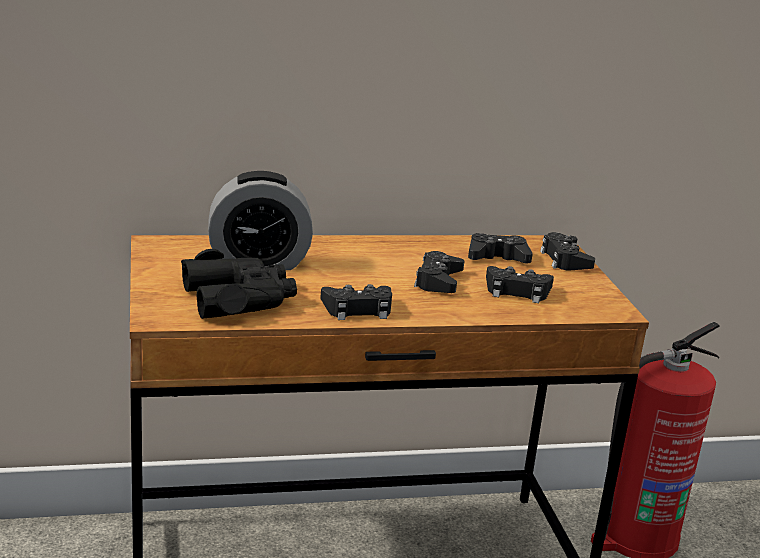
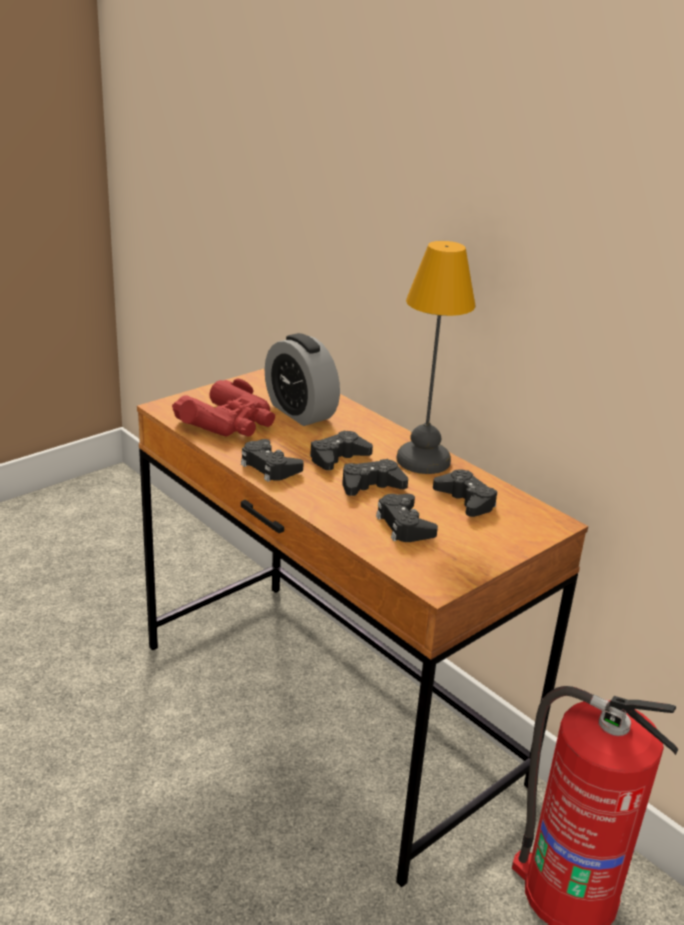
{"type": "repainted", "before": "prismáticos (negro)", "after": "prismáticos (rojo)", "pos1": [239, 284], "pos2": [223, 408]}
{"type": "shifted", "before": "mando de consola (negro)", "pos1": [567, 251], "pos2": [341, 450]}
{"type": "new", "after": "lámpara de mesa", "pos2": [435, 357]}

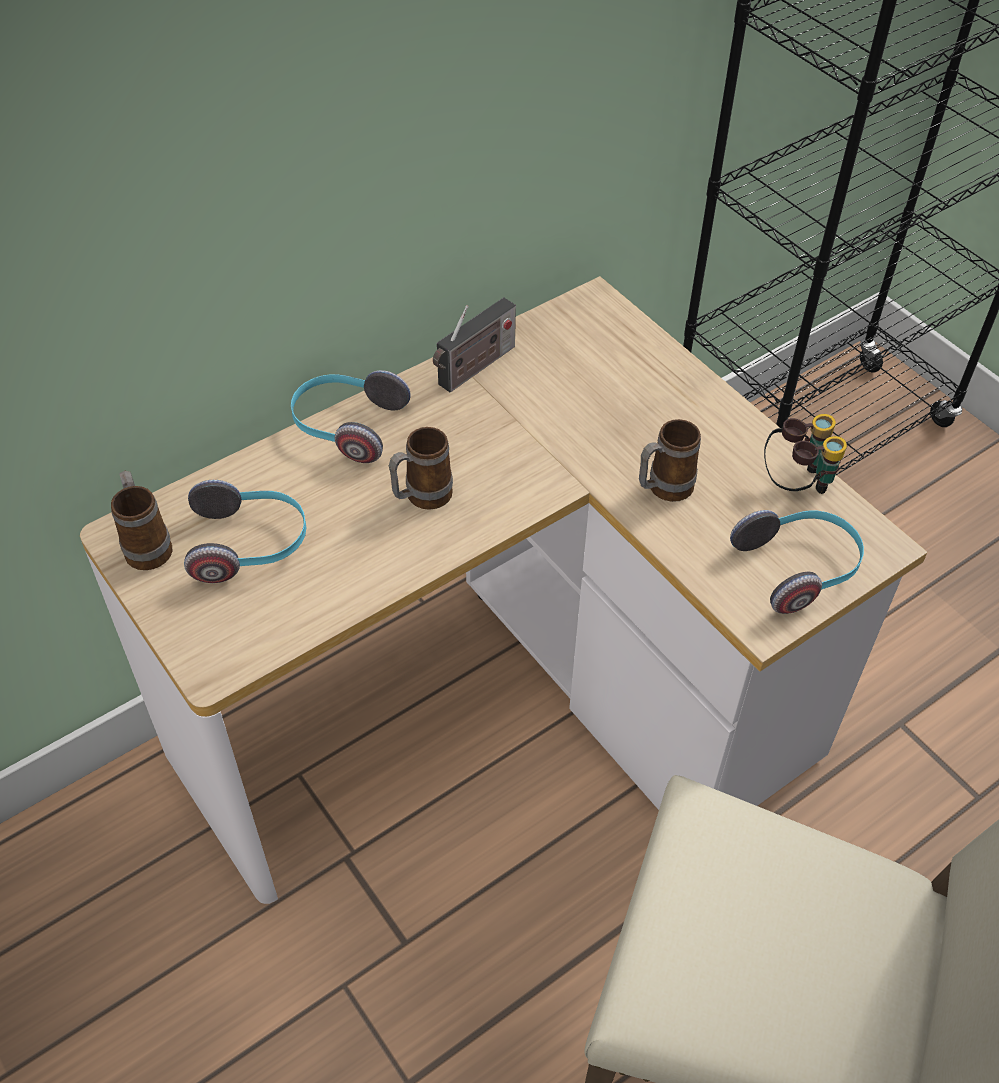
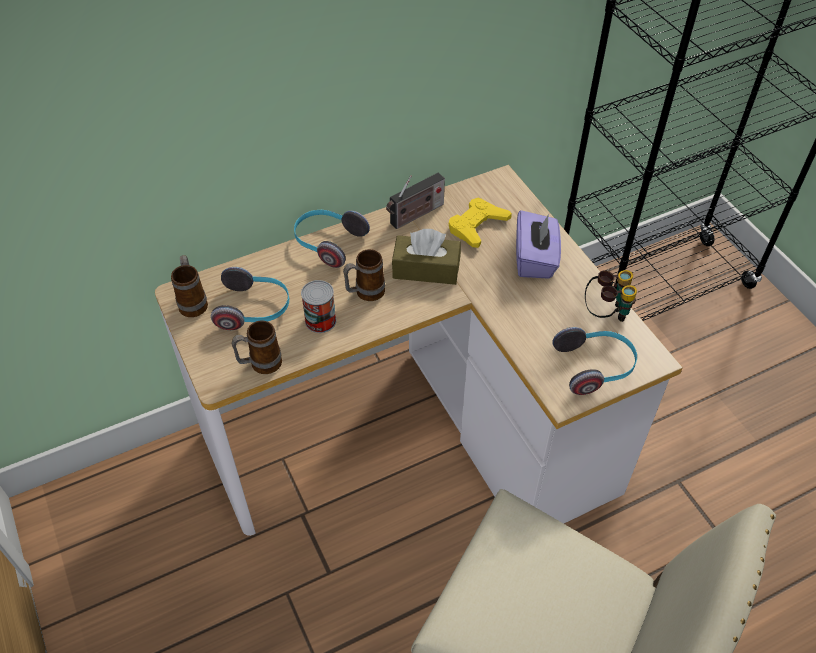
{"type": "shifted", "before": "taza grande", "pos1": [670, 460], "pos2": [257, 347]}
{"type": "new", "after": "lata", "pos2": [318, 306]}
{"type": "new", "after": "caja de pañuelos (marrón)", "pos2": [426, 257]}
{"type": "new", "after": "mando de consola (amarillo)", "pos2": [480, 222]}
{"type": "new", "after": "caja de pañuelos (morado)", "pos2": [538, 244]}

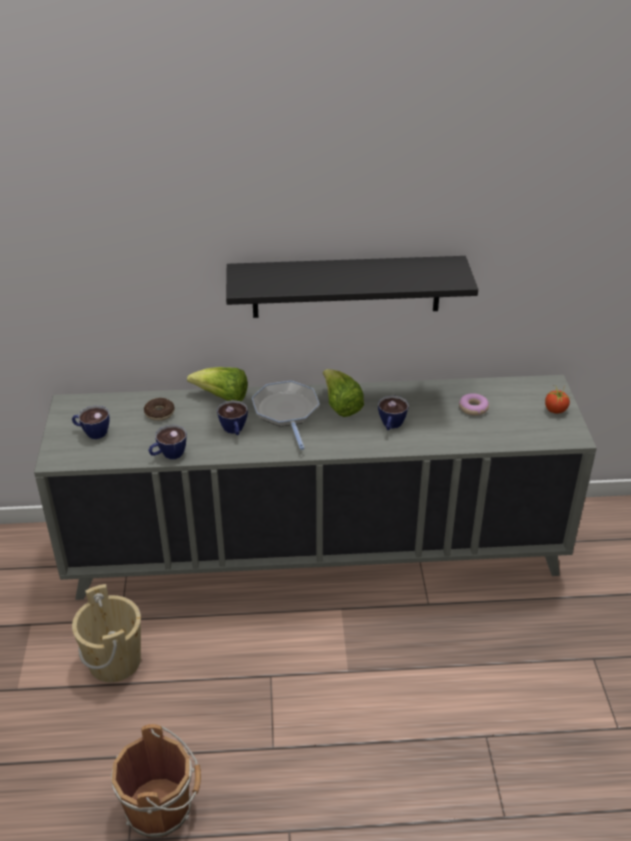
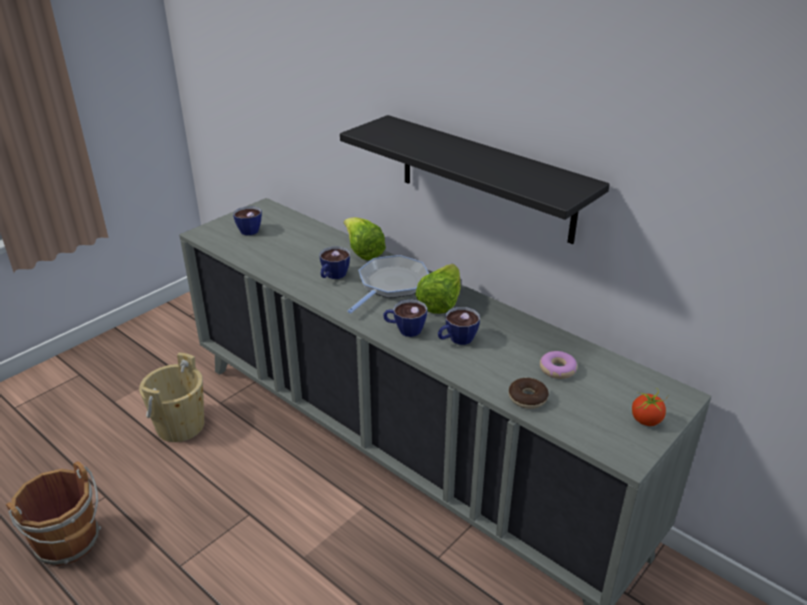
{"type": "shifted", "before": "taza", "pos1": [167, 442], "pos2": [405, 318]}
{"type": "shifted", "before": "rosquilla", "pos1": [159, 409], "pos2": [529, 393]}

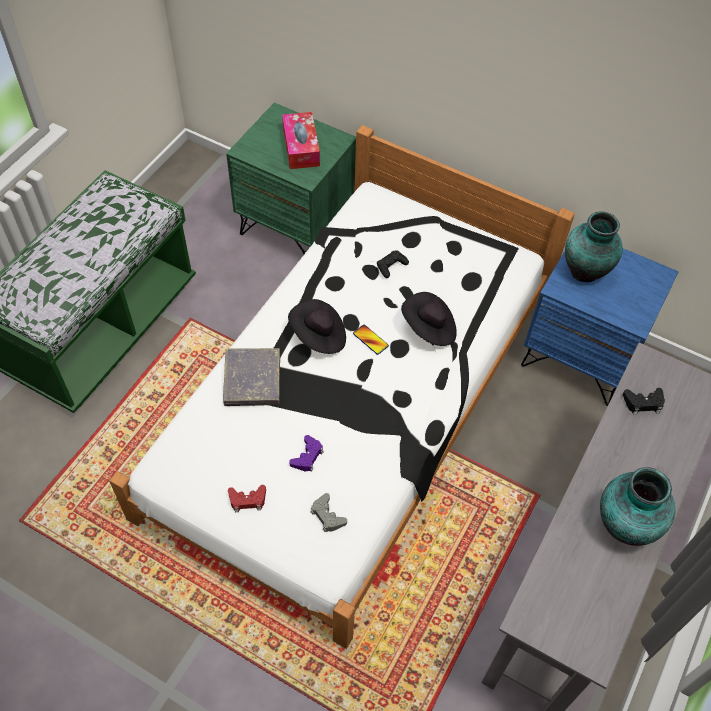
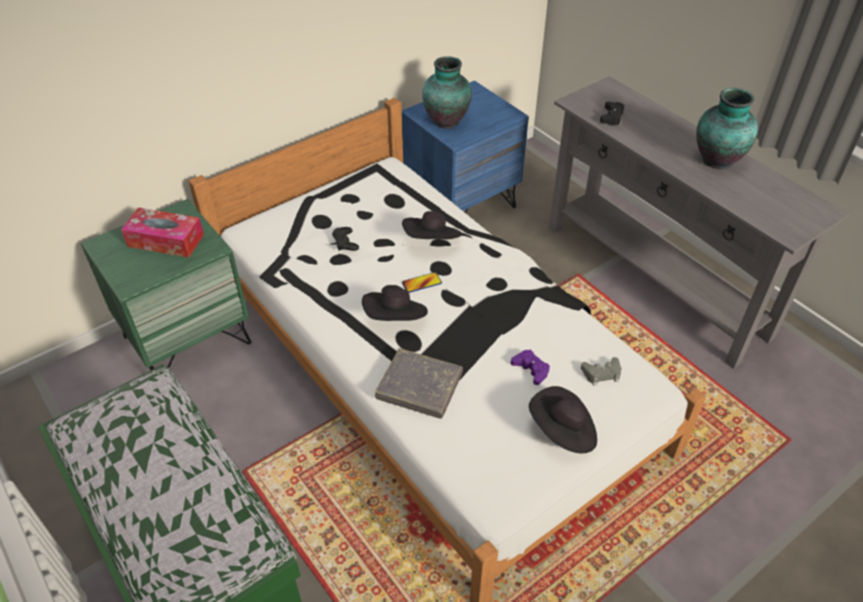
{"type": "swapped", "before": "mando de consola (rojo)", "after": "sombrero (negro)", "pos1": [247, 498], "pos2": [563, 419]}

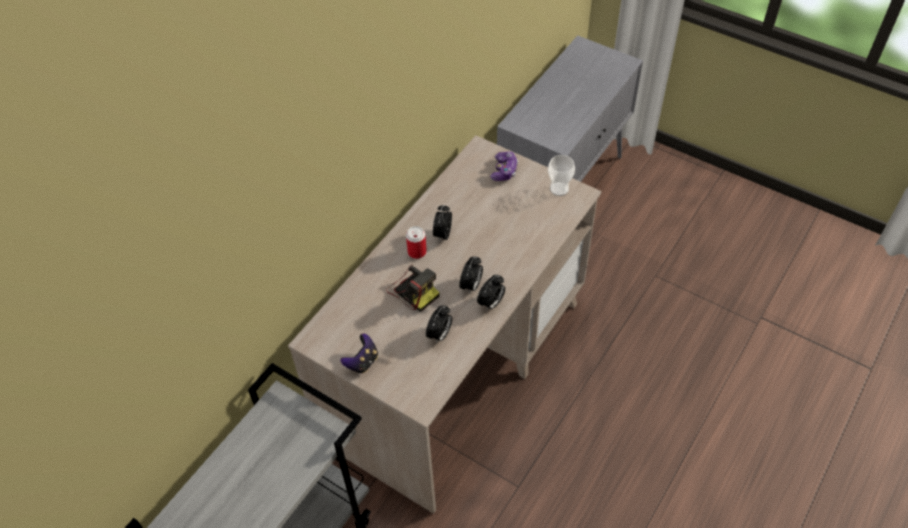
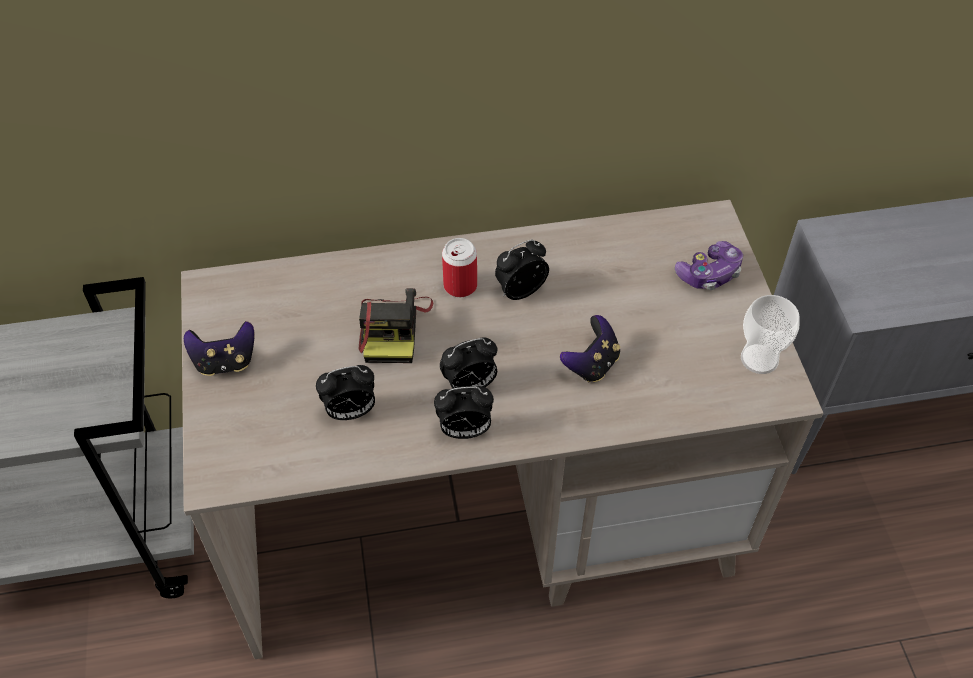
{"type": "new", "after": "mando de consola", "pos2": [590, 348]}

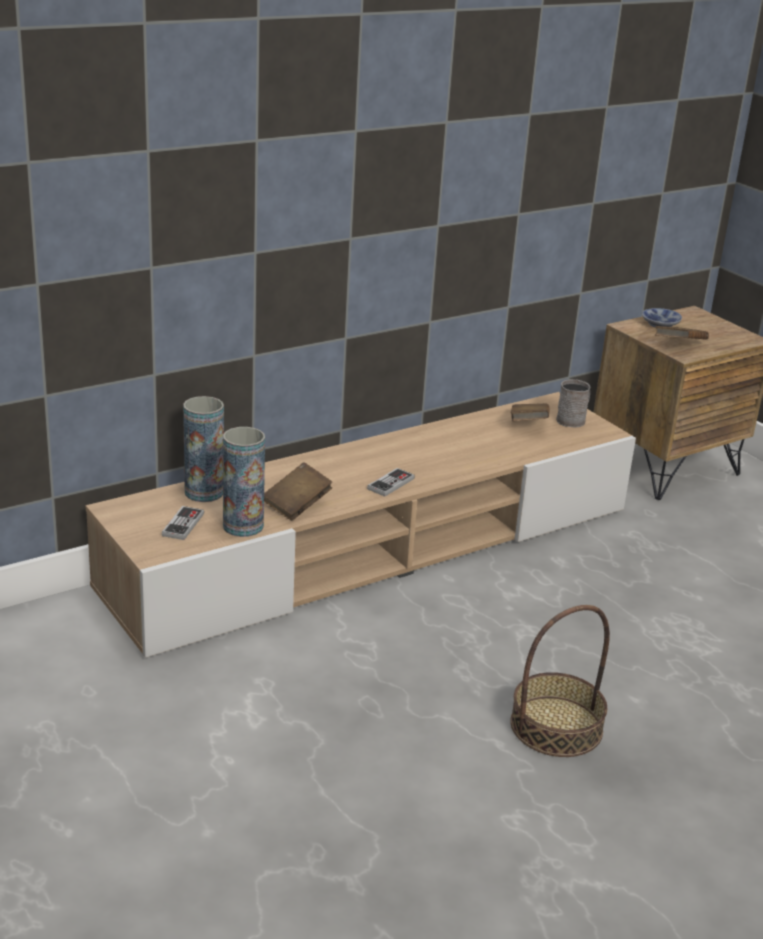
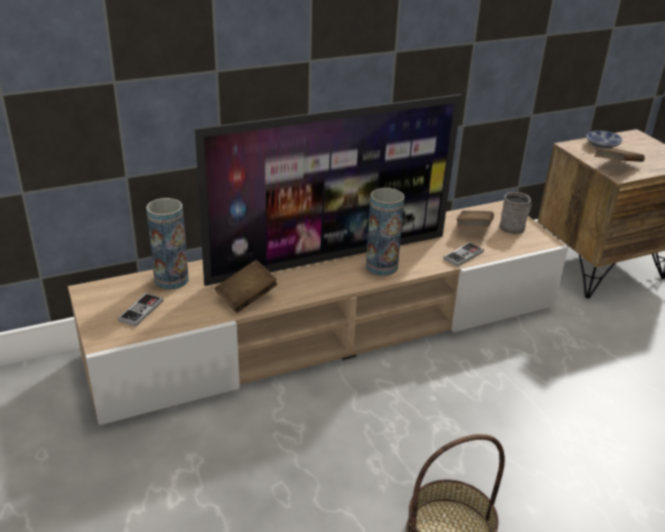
{"type": "new", "after": "televisor", "pos2": [328, 190]}
{"type": "shifted", "before": "florero", "pos1": [244, 482], "pos2": [385, 232]}
{"type": "shifted", "before": "mando de consola", "pos1": [391, 482], "pos2": [463, 254]}

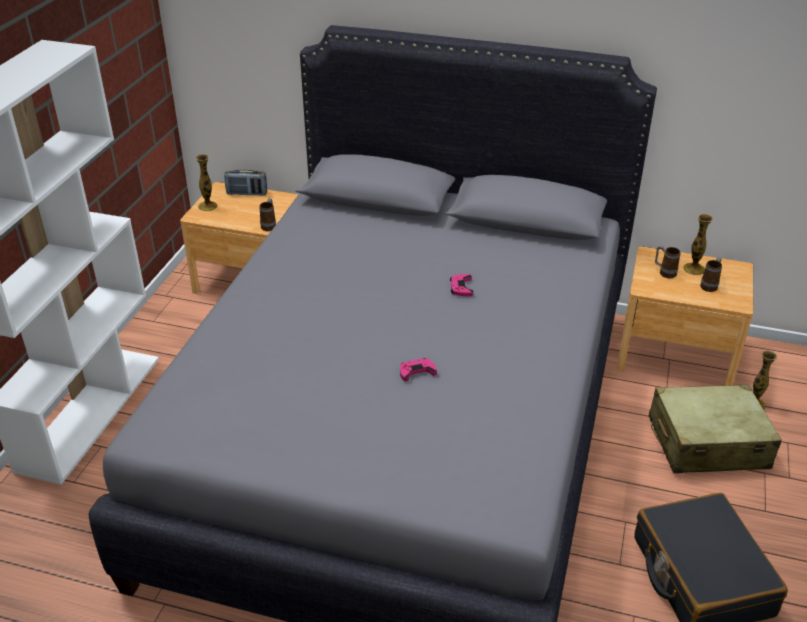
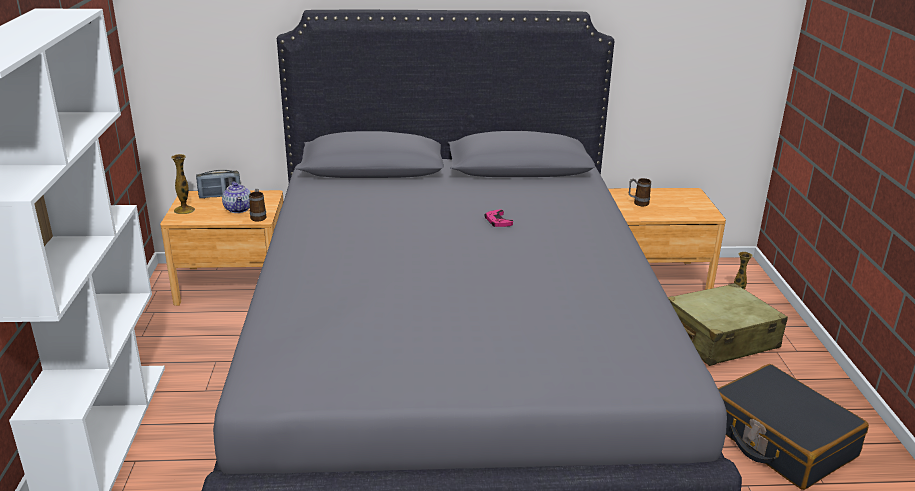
{"type": "new", "after": "tetera", "pos2": [236, 197]}
{"type": "gone", "before": "mando de consola (rosa)", "pos1": [418, 370]}
{"type": "gone", "before": "florero", "pos1": [698, 244]}
{"type": "gone", "before": "taza grande", "pos1": [711, 274]}

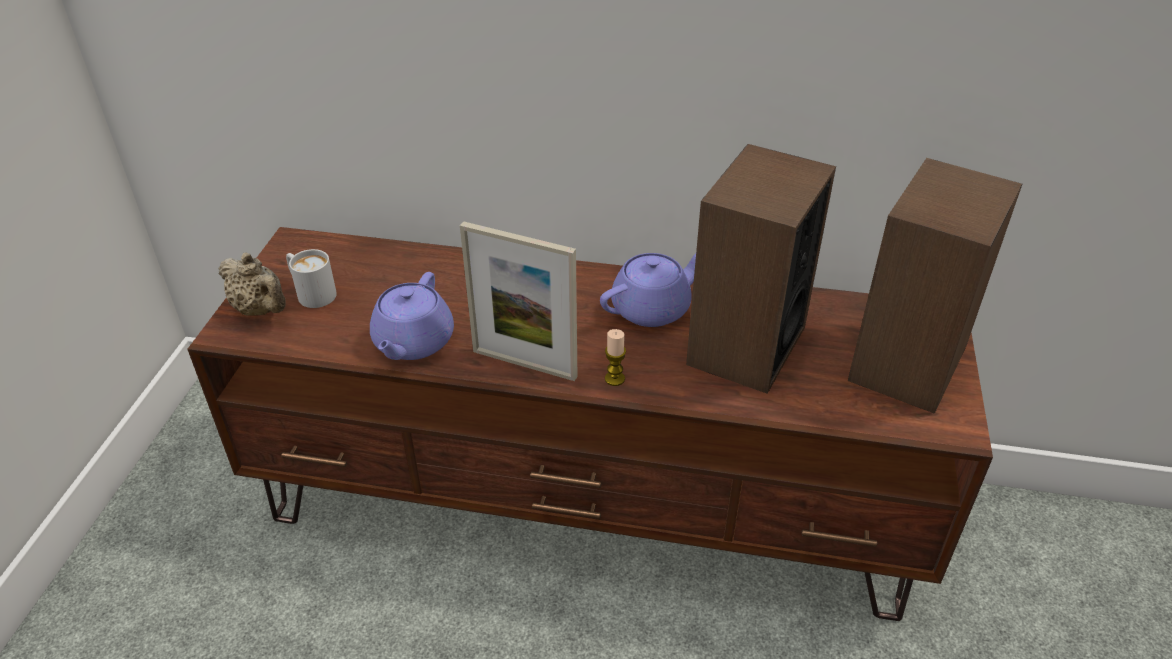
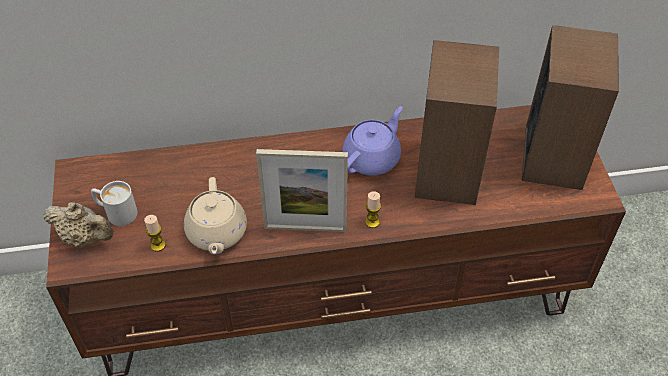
{"type": "new", "after": "vela", "pos2": [155, 233]}
{"type": "repainted", "before": "tetera (morado)", "after": "tetera (beis)", "pos1": [412, 316], "pos2": [215, 216]}

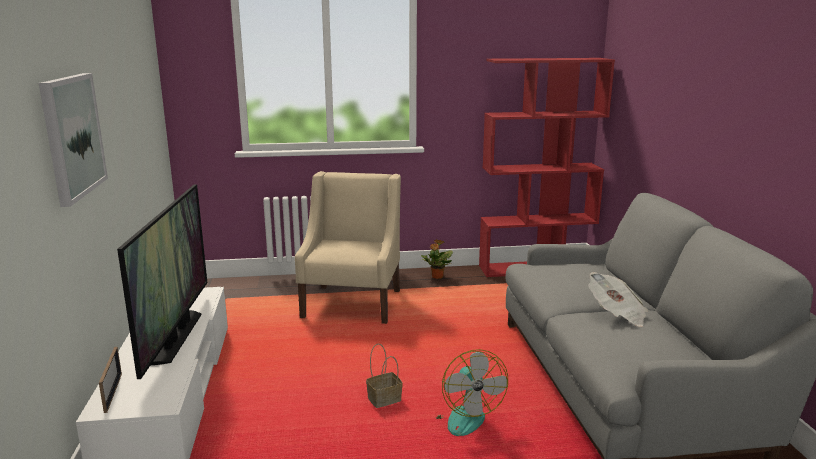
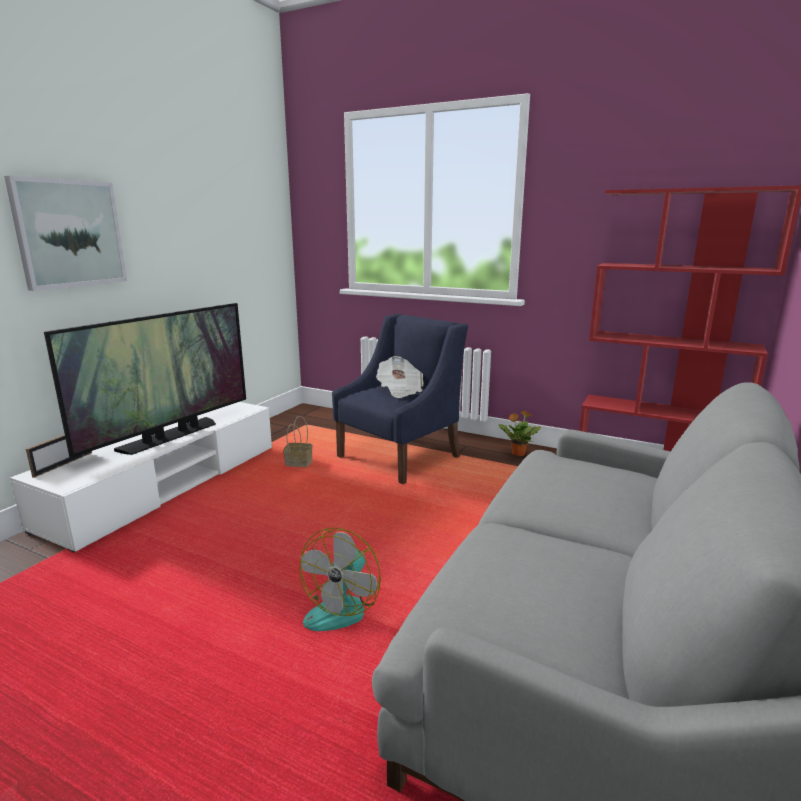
{"type": "shifted", "before": "cesta", "pos1": [384, 376], "pos2": [297, 441]}
{"type": "repainted", "before": "sillón (beis)", "after": "sillón (azul)", "pos1": [348, 247], "pos2": [400, 399]}
{"type": "shifted", "before": "periódico", "pos1": [618, 299], "pos2": [399, 377]}

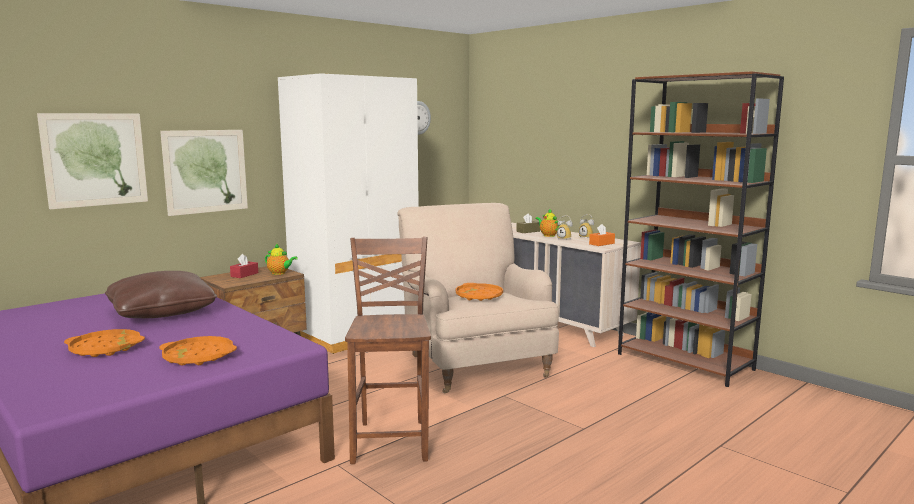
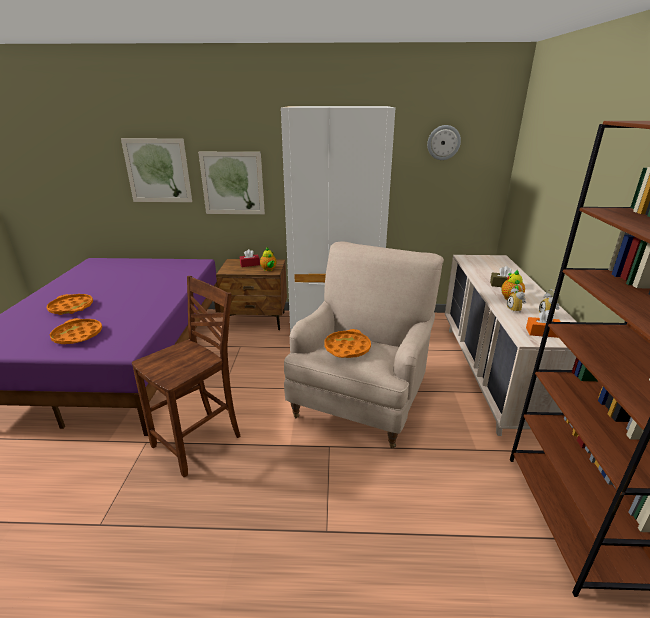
{"type": "gone", "before": "cojín (marrón)", "pos1": [161, 294]}

